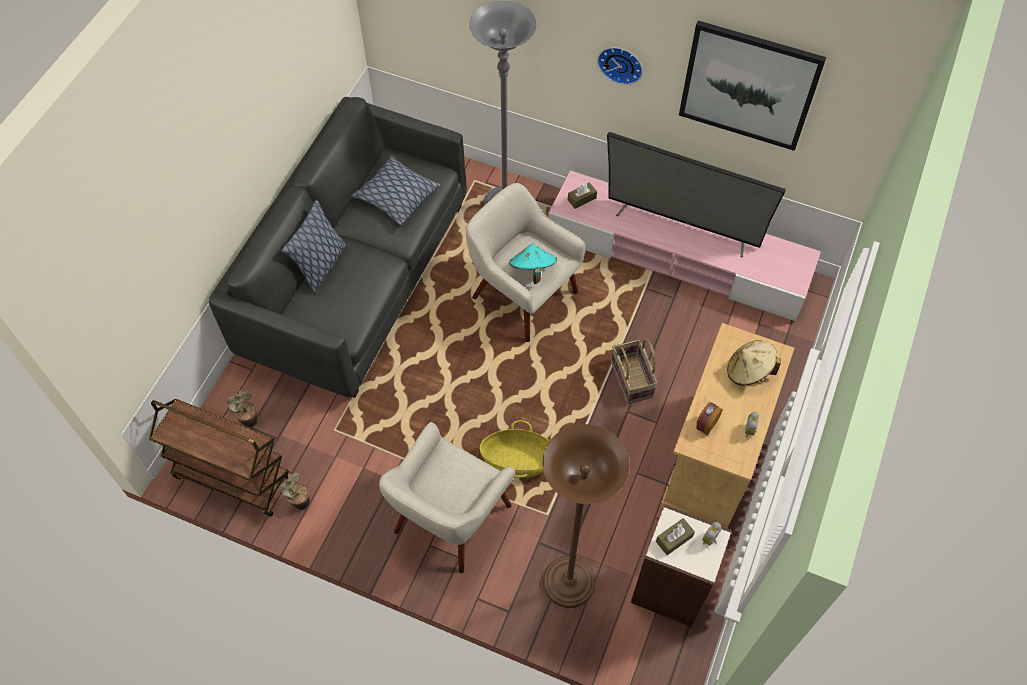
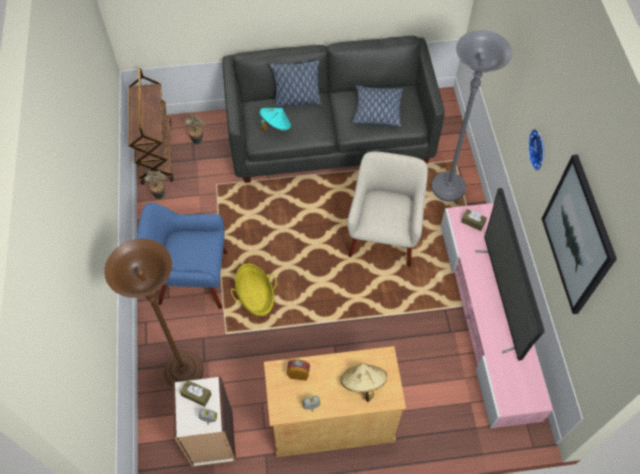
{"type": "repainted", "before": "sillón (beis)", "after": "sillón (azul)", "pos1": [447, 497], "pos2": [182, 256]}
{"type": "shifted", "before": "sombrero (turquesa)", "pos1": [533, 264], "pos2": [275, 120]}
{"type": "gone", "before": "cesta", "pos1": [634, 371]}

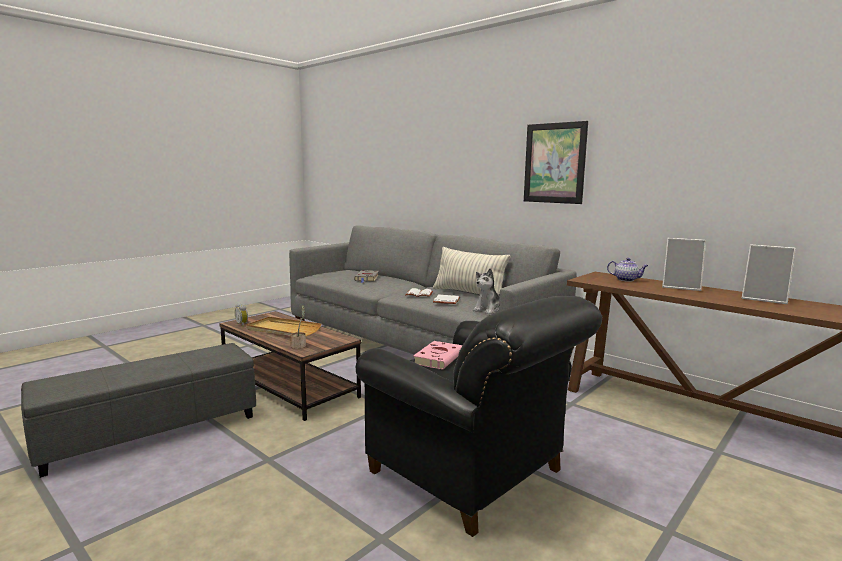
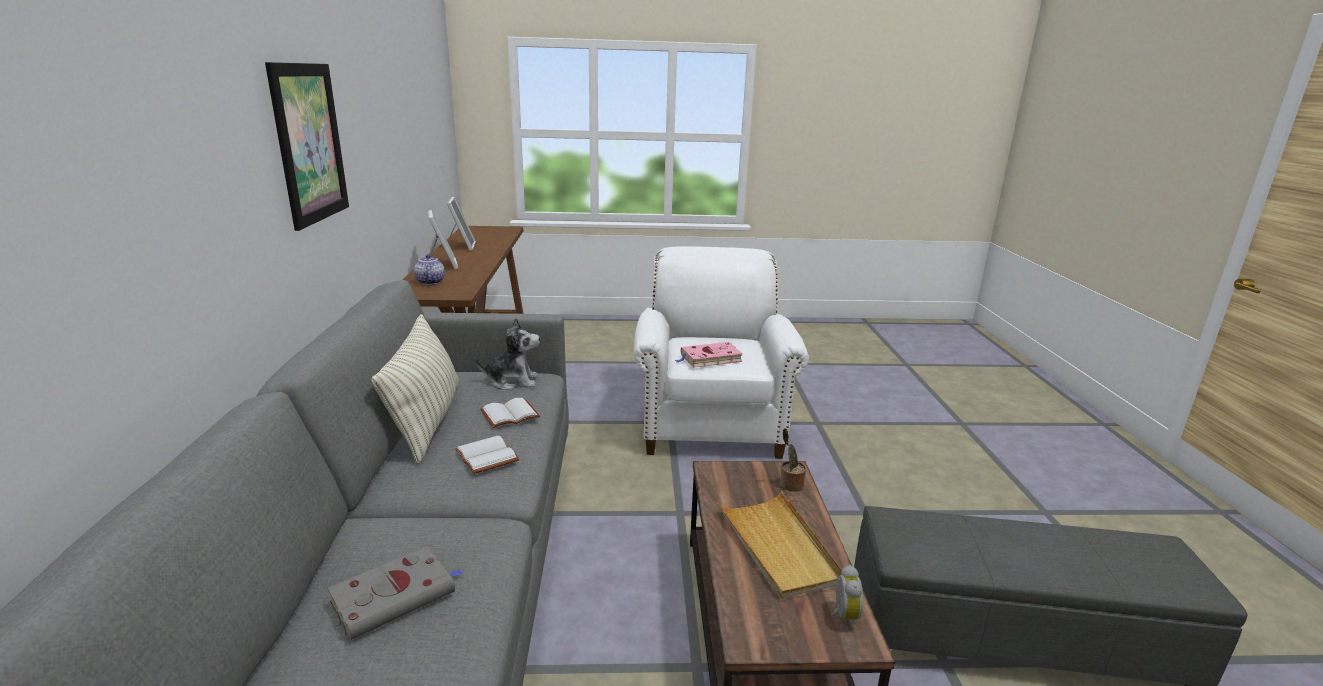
{"type": "repainted", "before": "sillón (negro)", "after": "sillón (blanco)", "pos1": [478, 416], "pos2": [721, 352]}

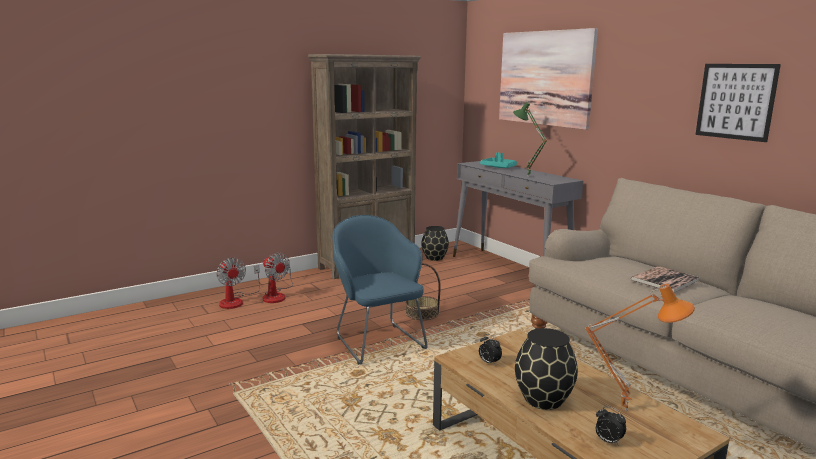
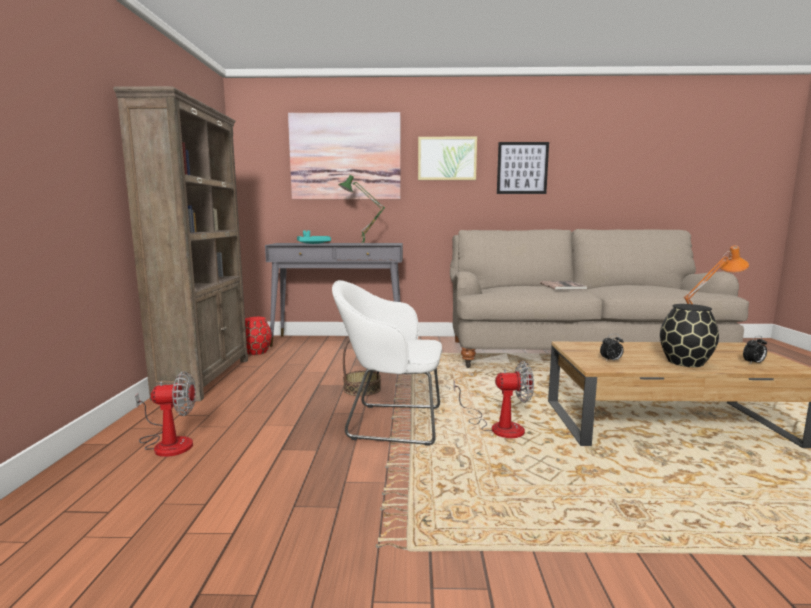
{"type": "repainted", "before": "florero (negro)", "after": "florero (rojo)", "pos1": [435, 243], "pos2": [258, 336]}
{"type": "repainted", "before": "sillón (azul)", "after": "sillón (blanco)", "pos1": [380, 290], "pos2": [387, 363]}
{"type": "new", "after": "cuadro", "pos2": [447, 158]}
{"type": "shifted", "before": "ventilador", "pos1": [238, 283], "pos2": [494, 399]}

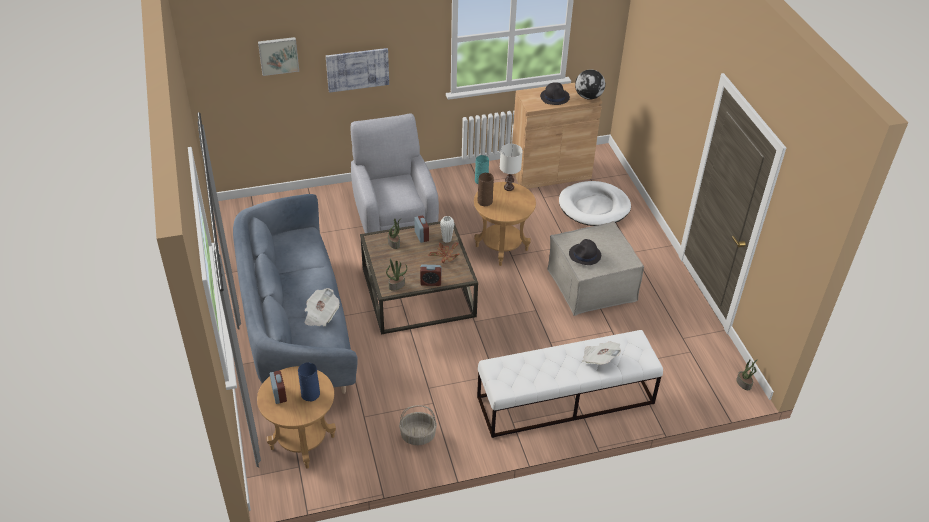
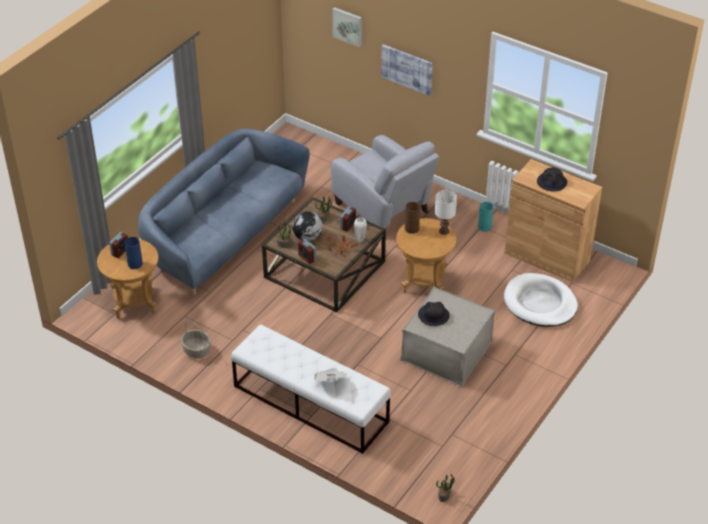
{"type": "shifted", "before": "globo terráqueo", "pos1": [590, 84], "pos2": [307, 226]}
{"type": "rotated", "before": "sillón (gris)", "pos1": [395, 173], "pos2": [385, 181], "turn": 105}
{"type": "gone", "before": "periódico", "pos1": [322, 307]}

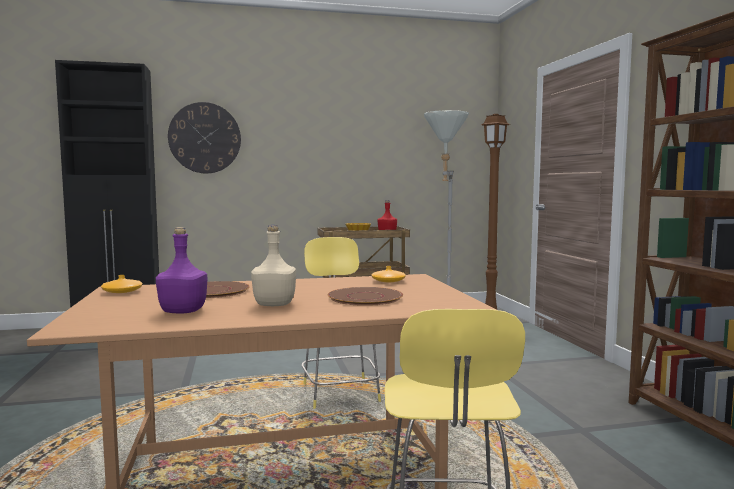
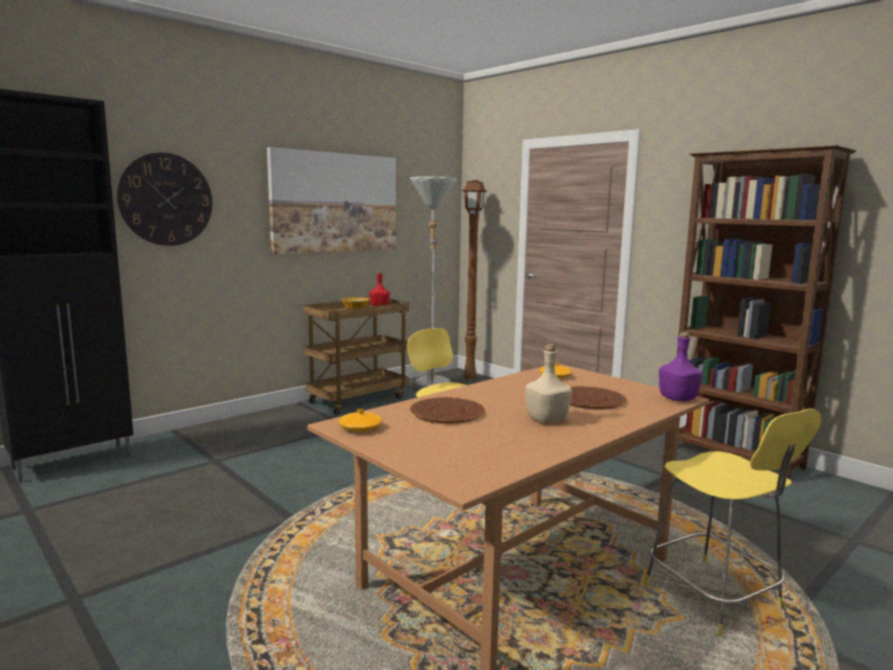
{"type": "new", "after": "cuadro", "pos2": [331, 200]}
{"type": "shifted", "before": "botella (morado)", "pos1": [182, 270], "pos2": [681, 366]}

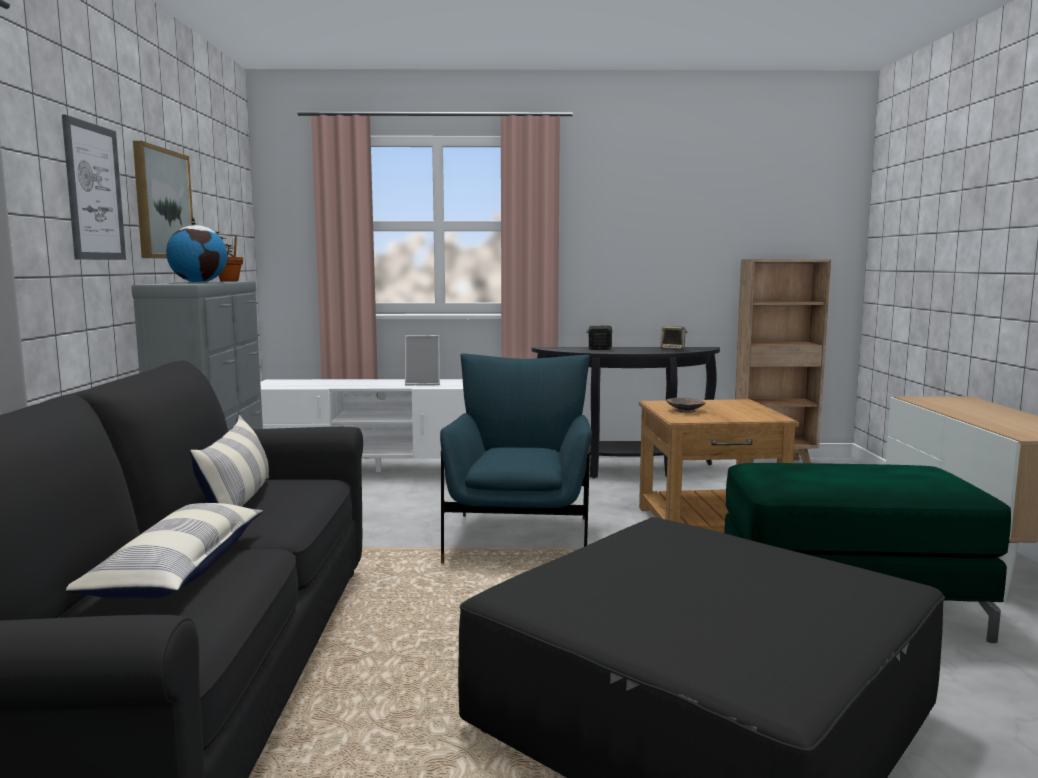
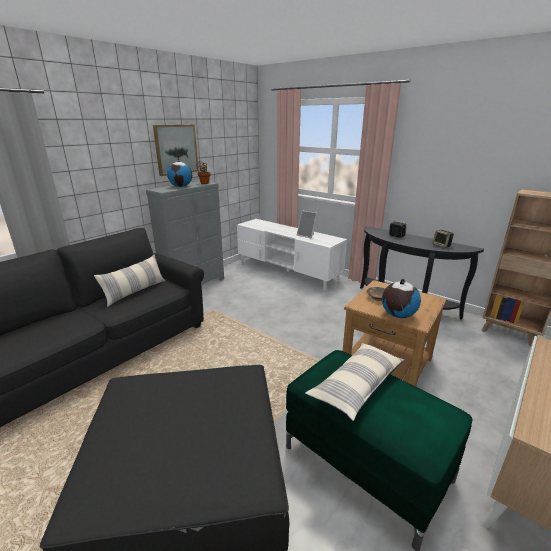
{"type": "shifted", "before": "cojín", "pos1": [164, 550], "pos2": [355, 382]}
{"type": "new", "after": "globo terráqueo", "pos2": [401, 298]}
{"type": "gone", "before": "cuadro", "pos1": [94, 187]}
{"type": "gone", "before": "sillón (azul)", "pos1": [516, 458]}

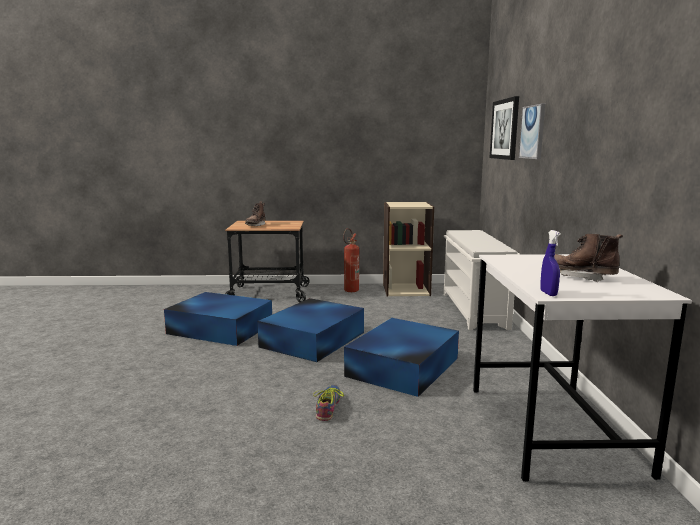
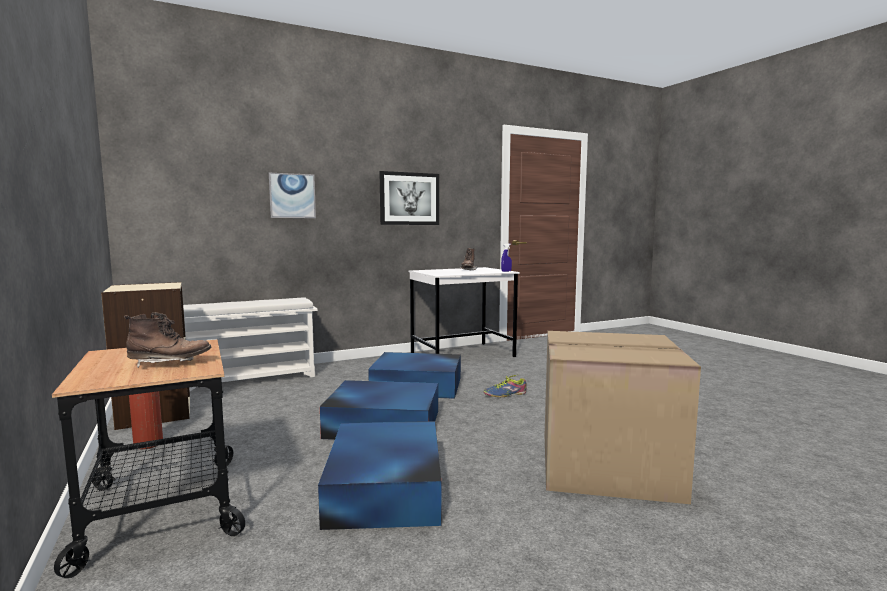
{"type": "shifted", "before": "cuadro", "pos1": [504, 128], "pos2": [409, 198]}
{"type": "new", "after": "caja de cartón", "pos2": [623, 417]}

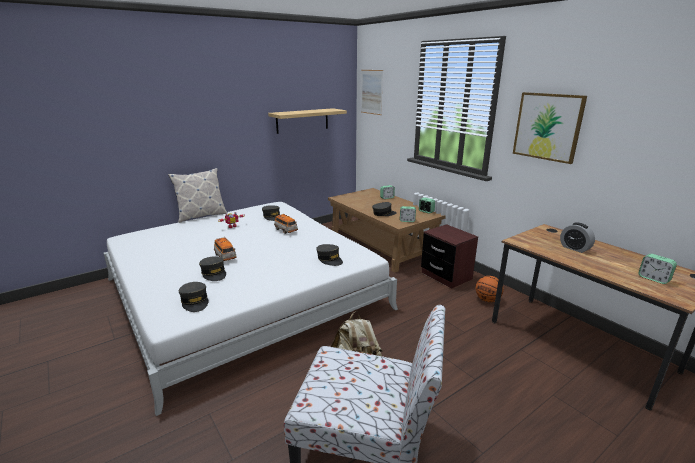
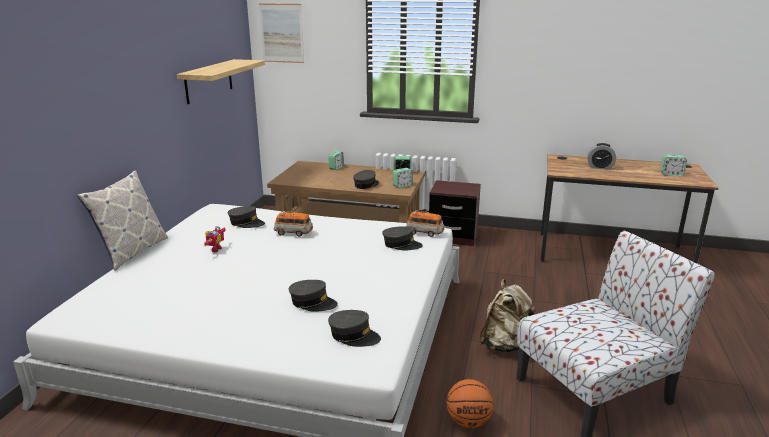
{"type": "shifted", "before": "coche de juguete", "pos1": [225, 249], "pos2": [425, 223]}
{"type": "shifted", "before": "balón de baloncesto", "pos1": [490, 289], "pos2": [470, 403]}
{"type": "gone", "before": "cuadro", "pos1": [550, 128]}

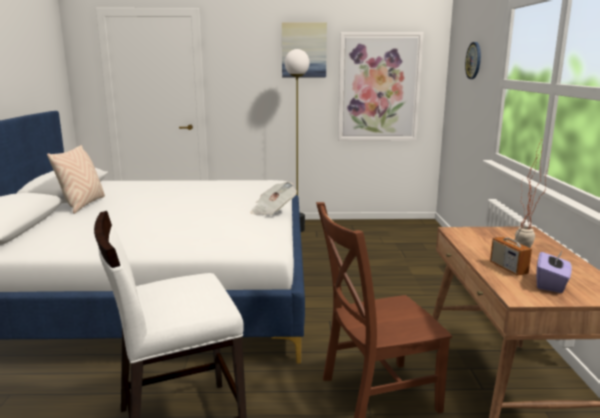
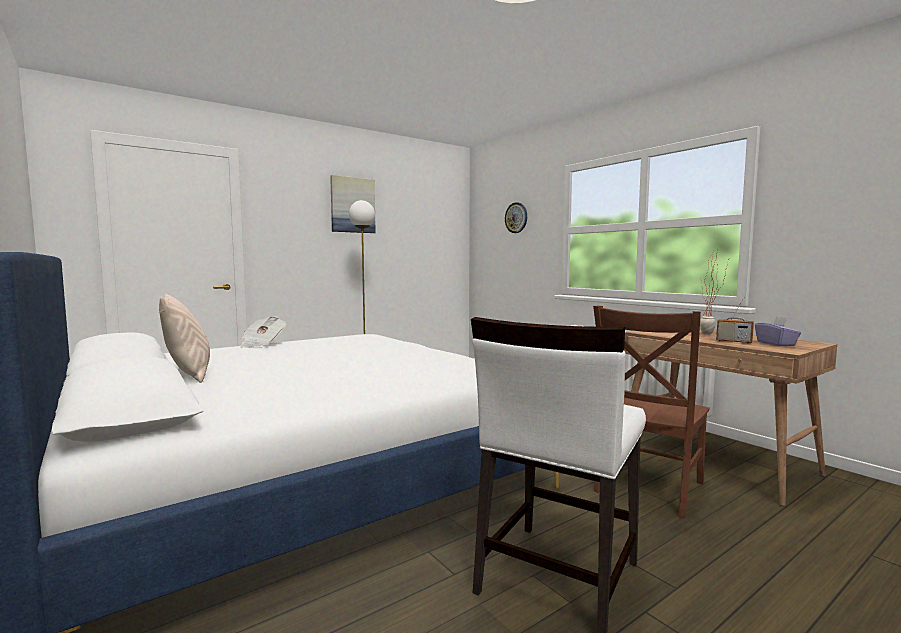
{"type": "shifted", "before": "periódico", "pos1": [273, 198], "pos2": [263, 332]}
{"type": "gone", "before": "cuadro", "pos1": [381, 86]}

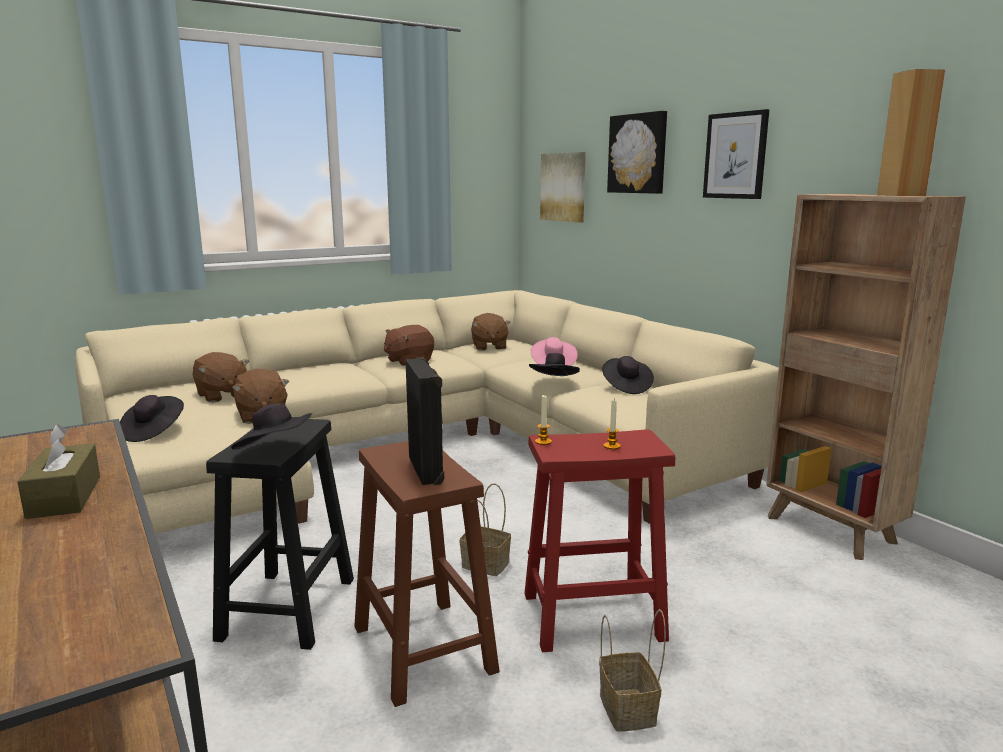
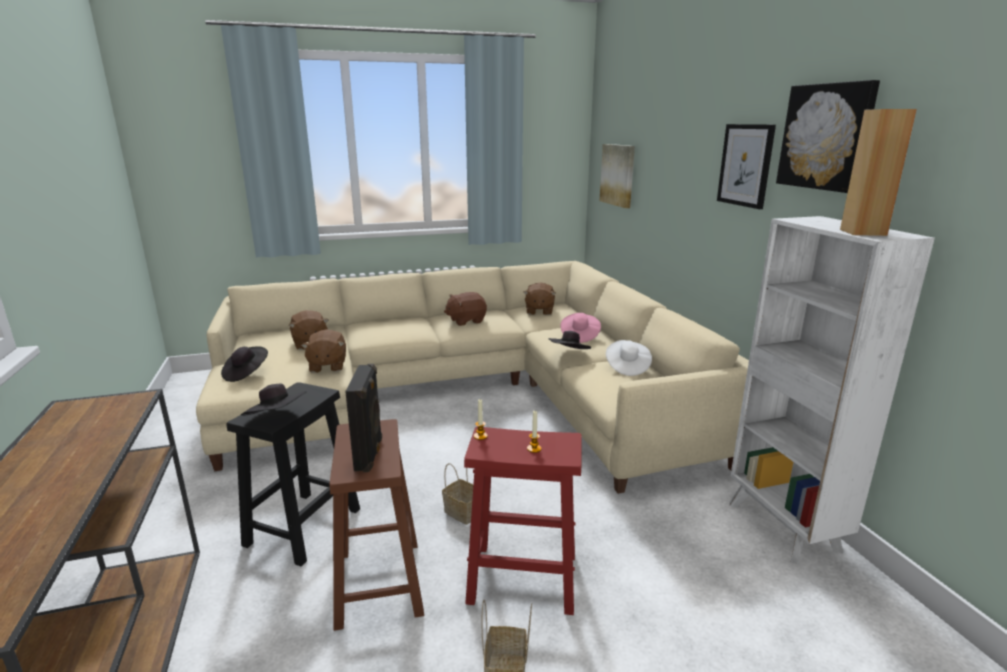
{"type": "repainted", "before": "sombrero (negro)", "after": "sombrero (blanco)", "pos1": [628, 375], "pos2": [629, 358]}
{"type": "repainted", "before": "estantería (marrón)", "after": "estantería (blanco)", "pos1": [866, 377], "pos2": [832, 390]}
{"type": "shifted", "before": "cuadro", "pos1": [637, 152], "pos2": [828, 136]}
{"type": "gone", "before": "caja de pañuelos (marrón)", "pos1": [58, 471]}

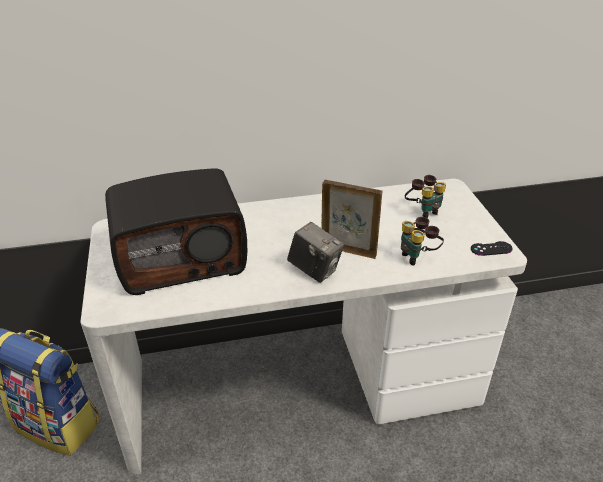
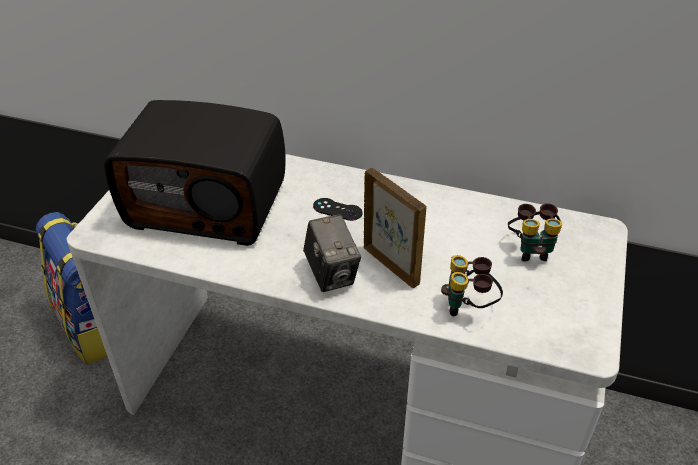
{"type": "shifted", "before": "mando de consola (negro)", "pos1": [492, 248], "pos2": [337, 209]}

